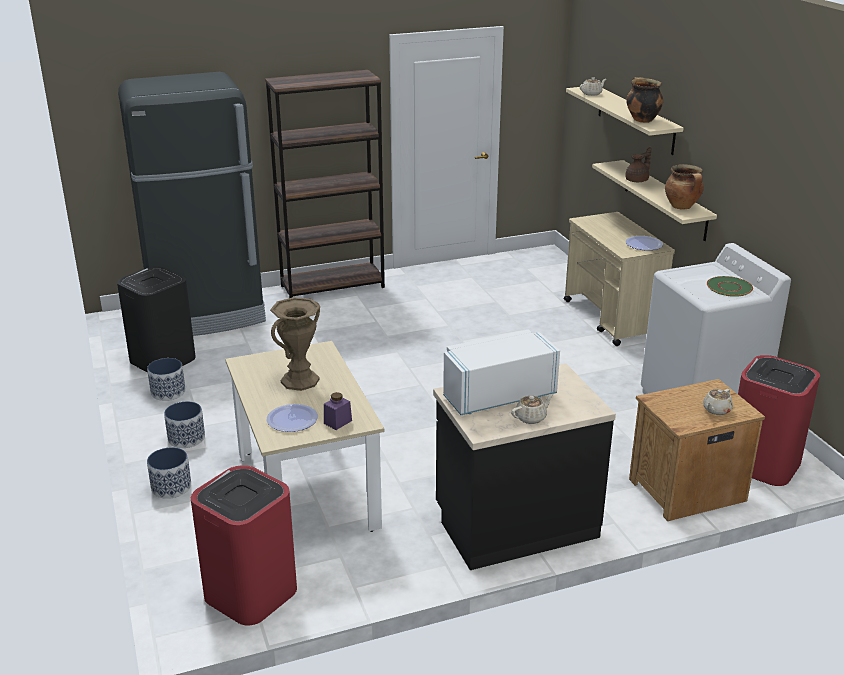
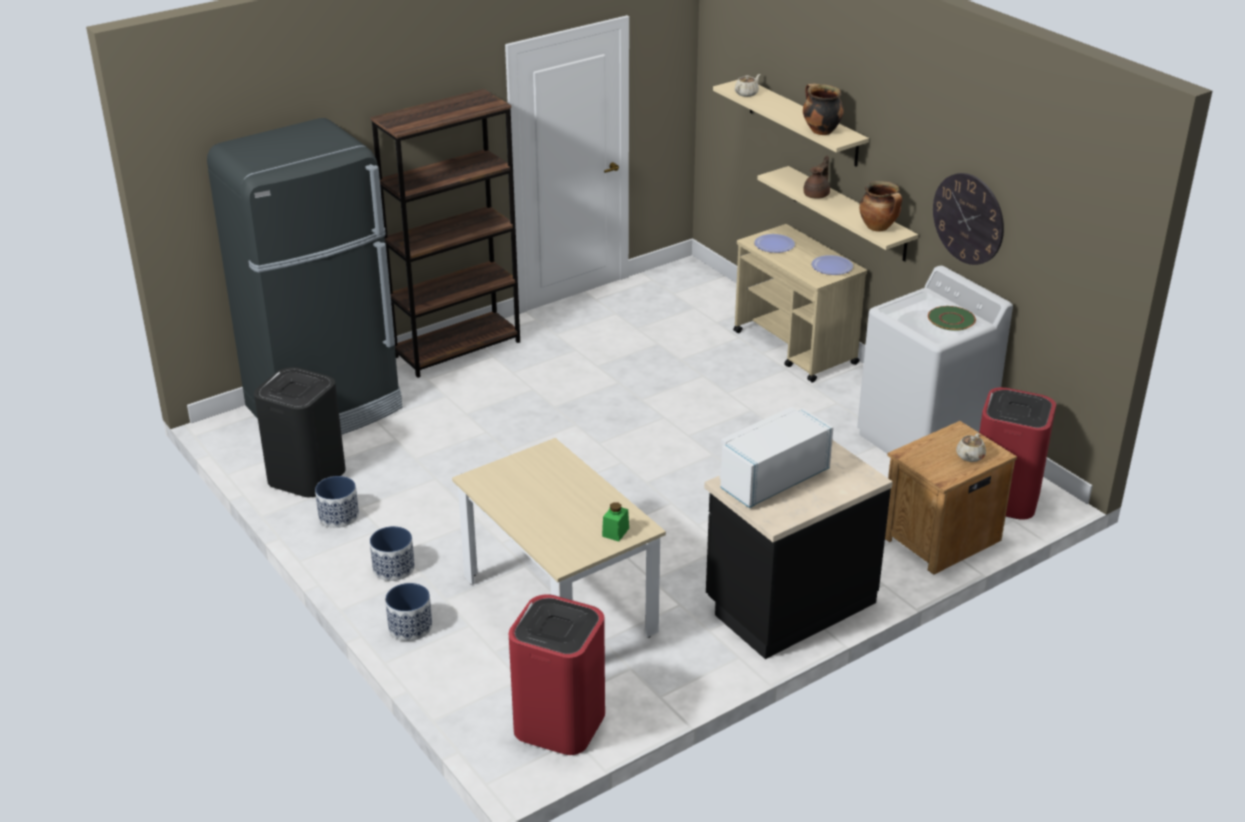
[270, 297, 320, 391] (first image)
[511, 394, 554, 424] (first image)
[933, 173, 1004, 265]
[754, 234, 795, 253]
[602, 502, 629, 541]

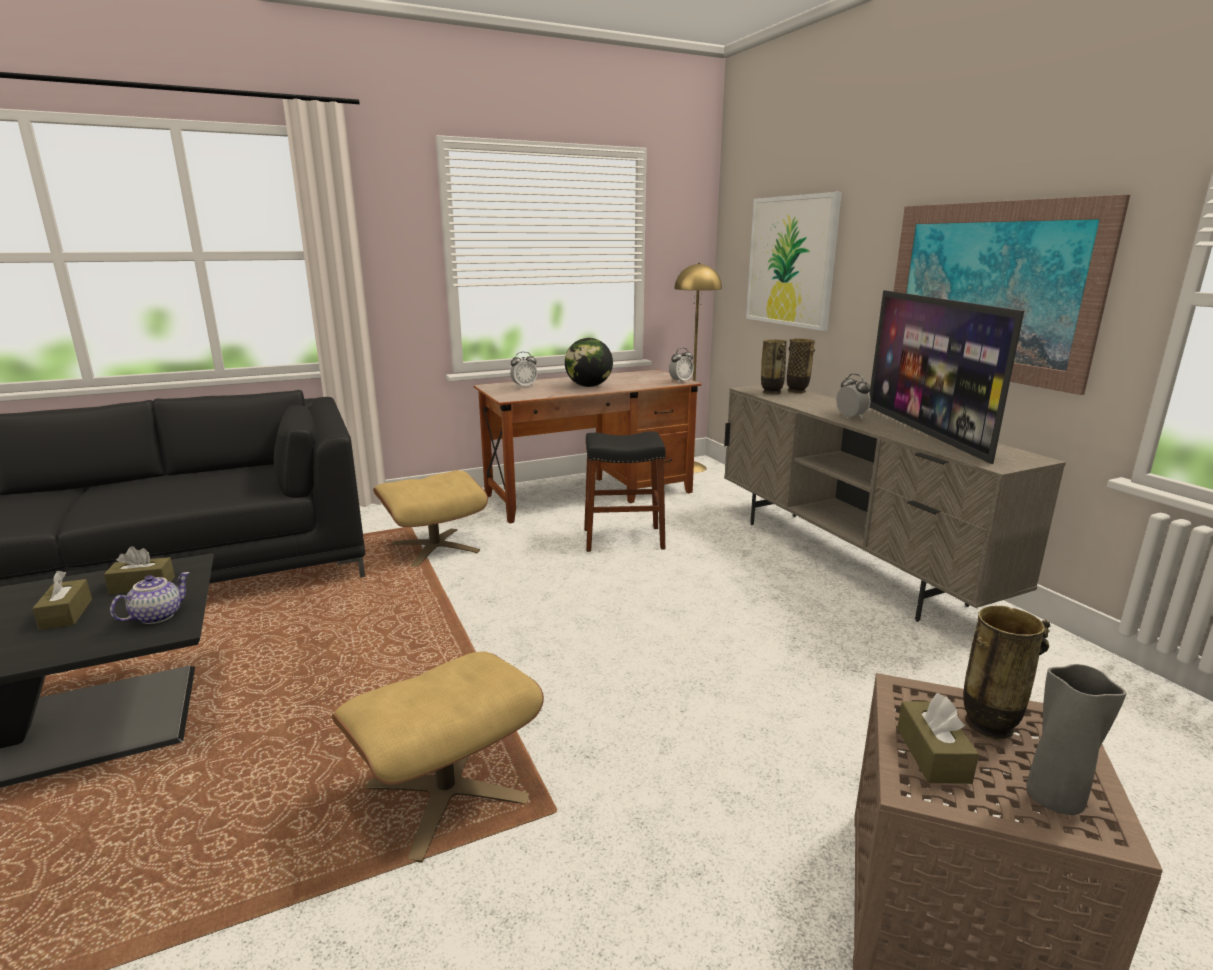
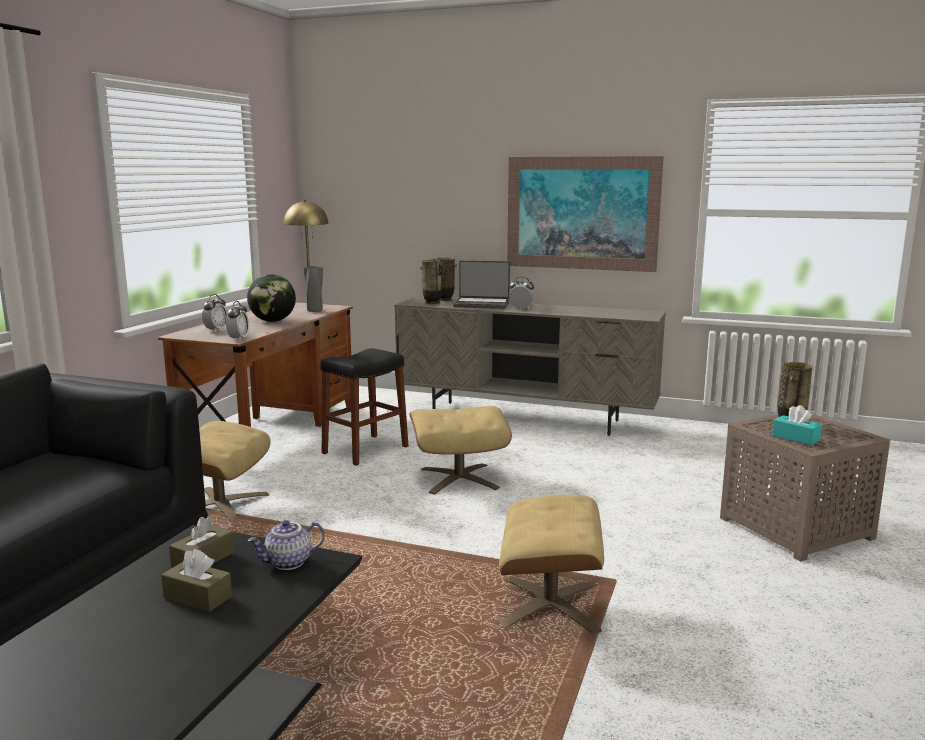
[746, 192, 842, 331] (first image)
[869, 290, 1024, 464] (first image)
[410, 406, 512, 495]
[453, 260, 510, 309]
[226, 301, 249, 341]
[303, 266, 323, 312]
[772, 405, 822, 445]
[248, 520, 325, 570]

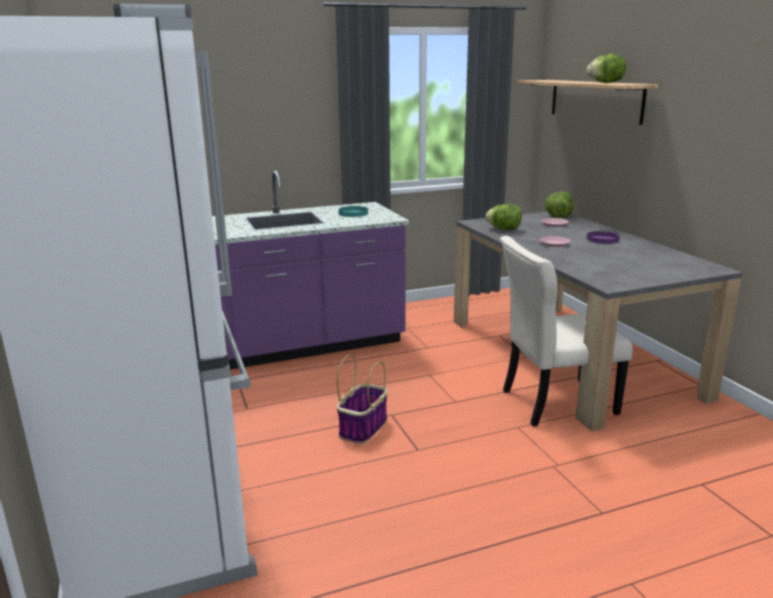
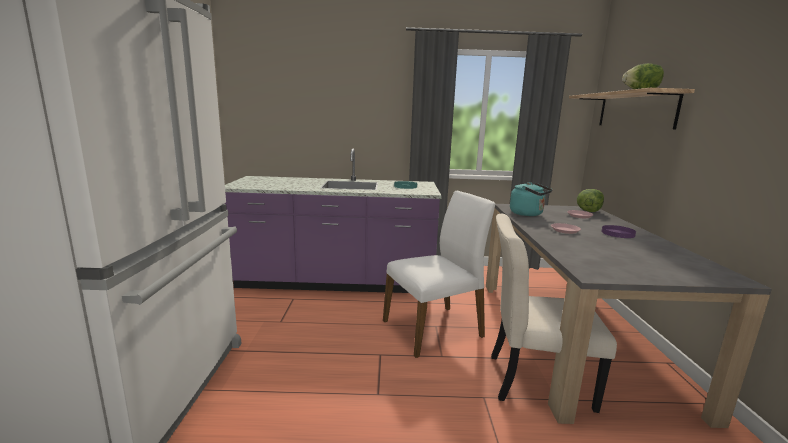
[337, 354, 388, 444] (first image)
[383, 191, 495, 358]
[510, 182, 552, 216]

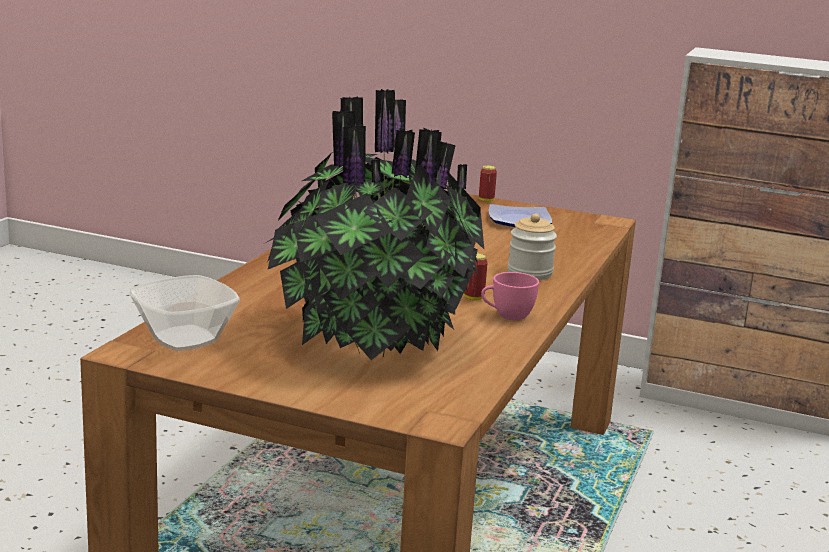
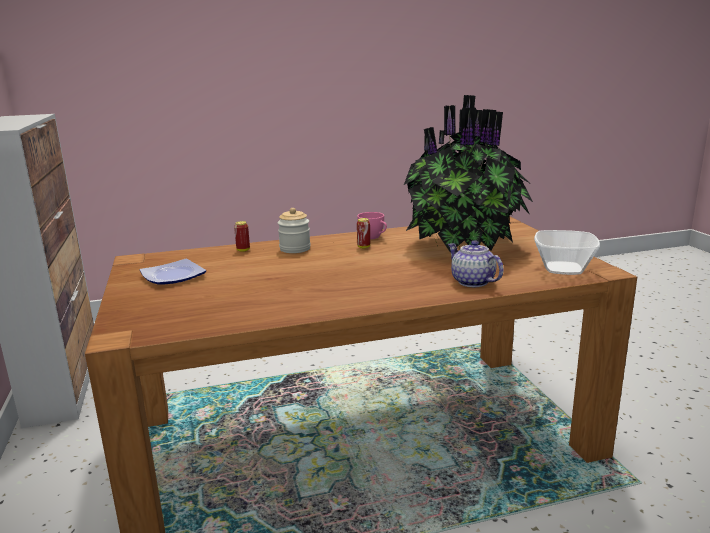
[448, 240, 504, 287]
[234, 221, 250, 252]

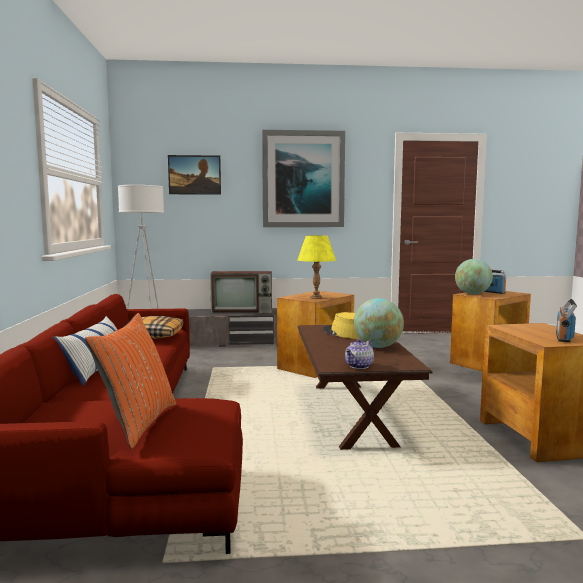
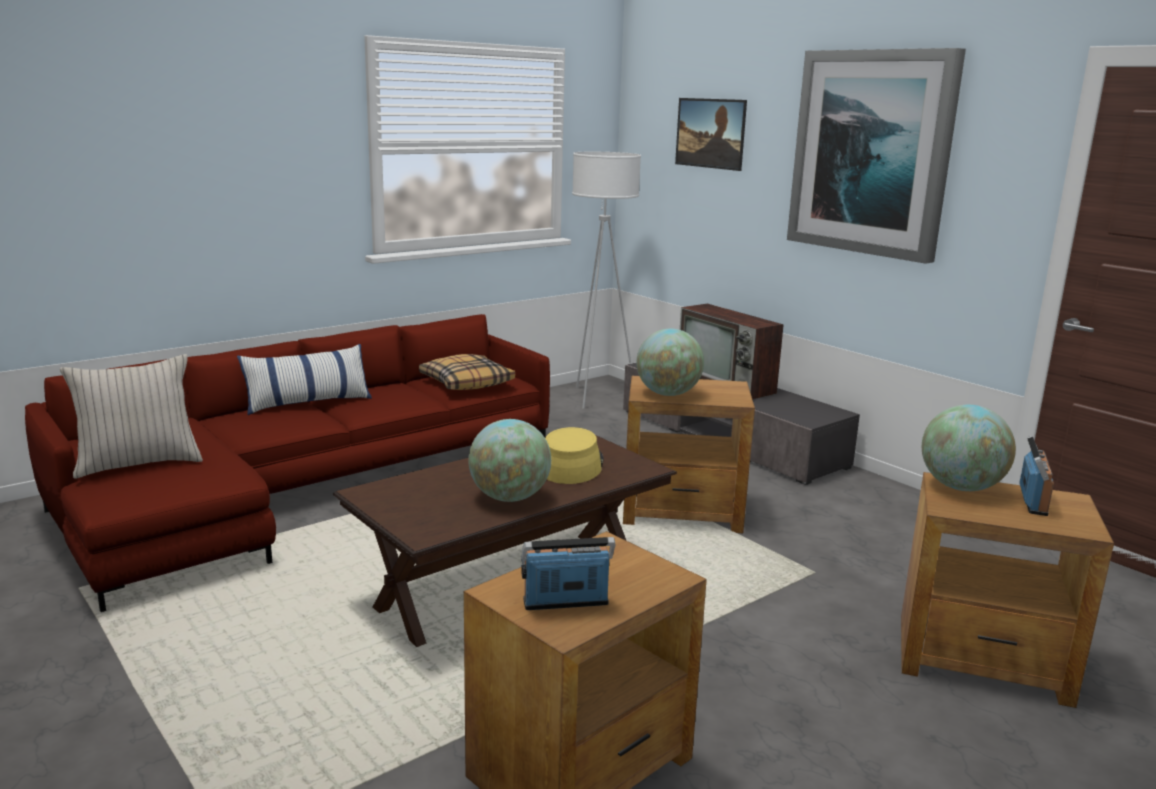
[345, 339, 374, 369] (first image)
[636, 329, 704, 396]
[60, 354, 203, 479]

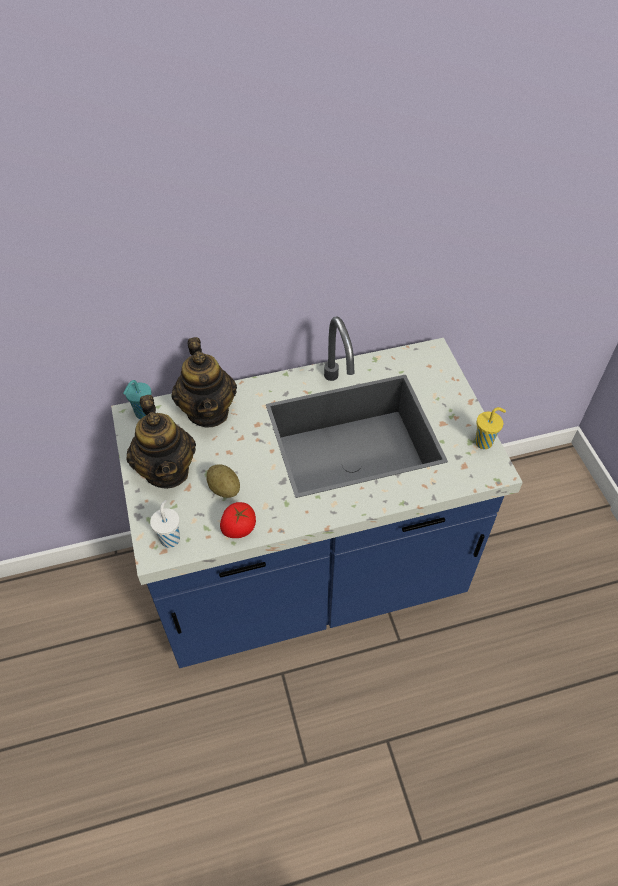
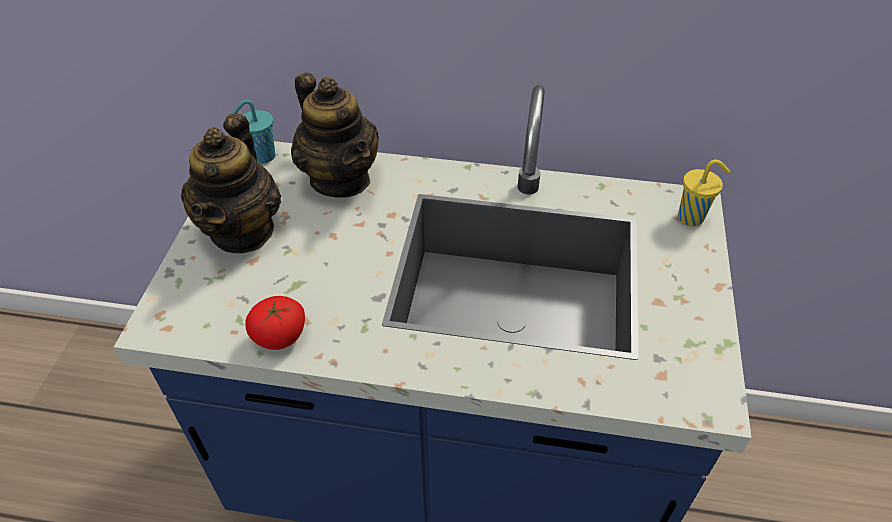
[150, 500, 180, 548] (first image)
[206, 464, 240, 498] (first image)
[678, 160, 731, 226]
[291, 73, 379, 198]

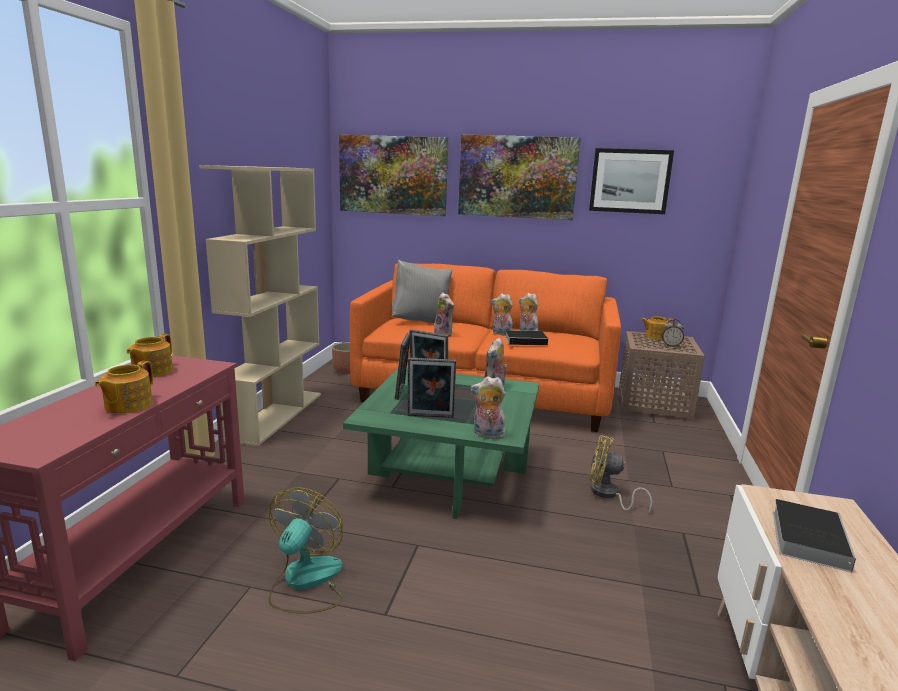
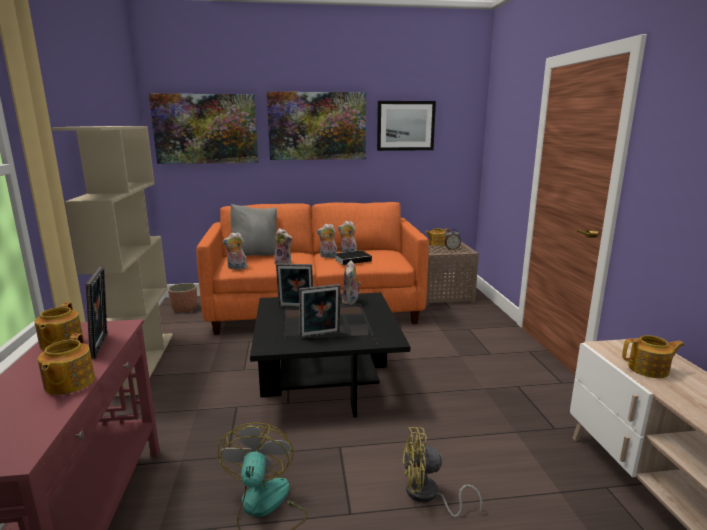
[85, 267, 107, 359]
[222, 232, 247, 270]
[402, 427, 482, 517]
[622, 335, 685, 378]
[250, 293, 410, 417]

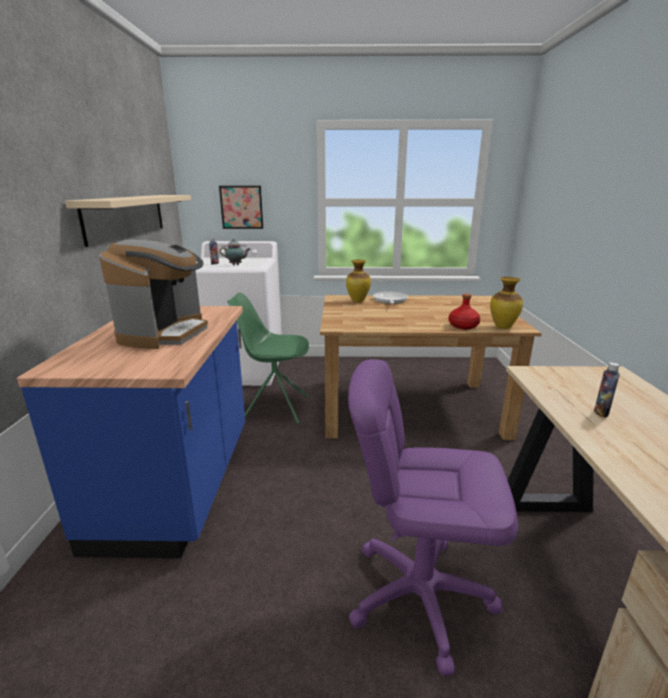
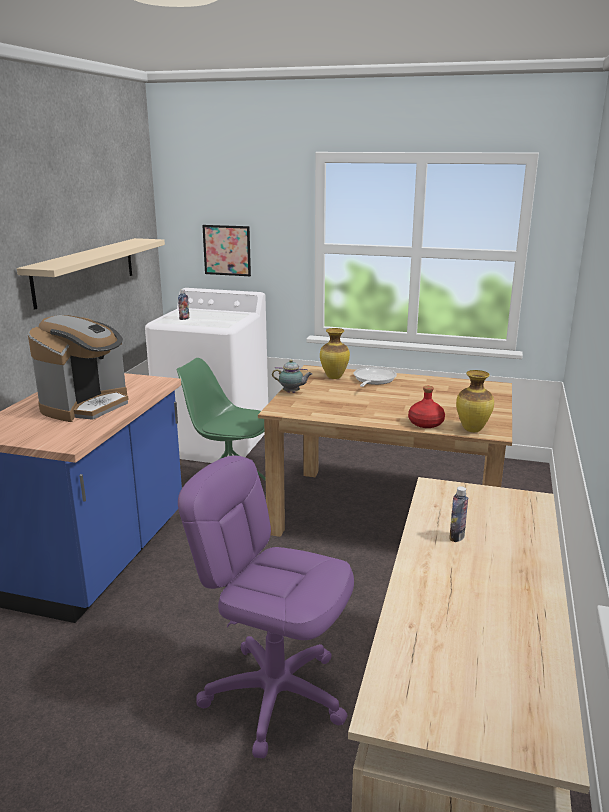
[272, 359, 312, 393]

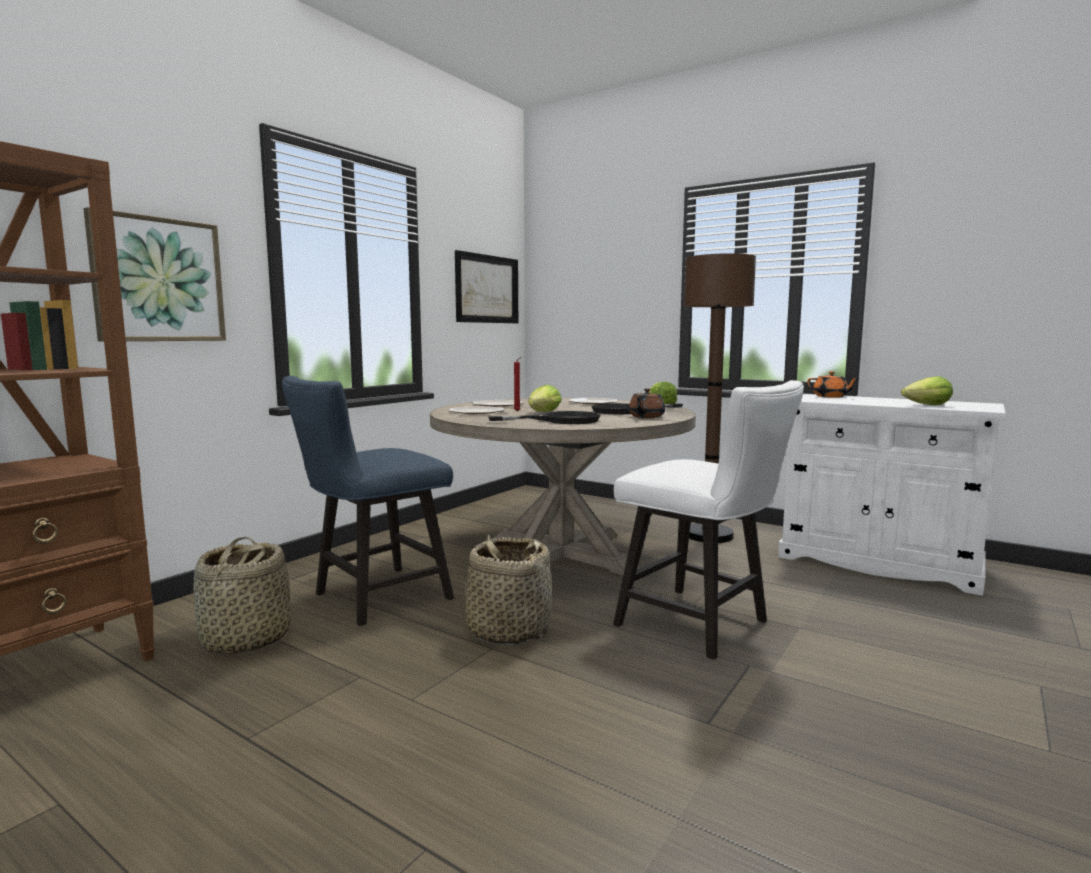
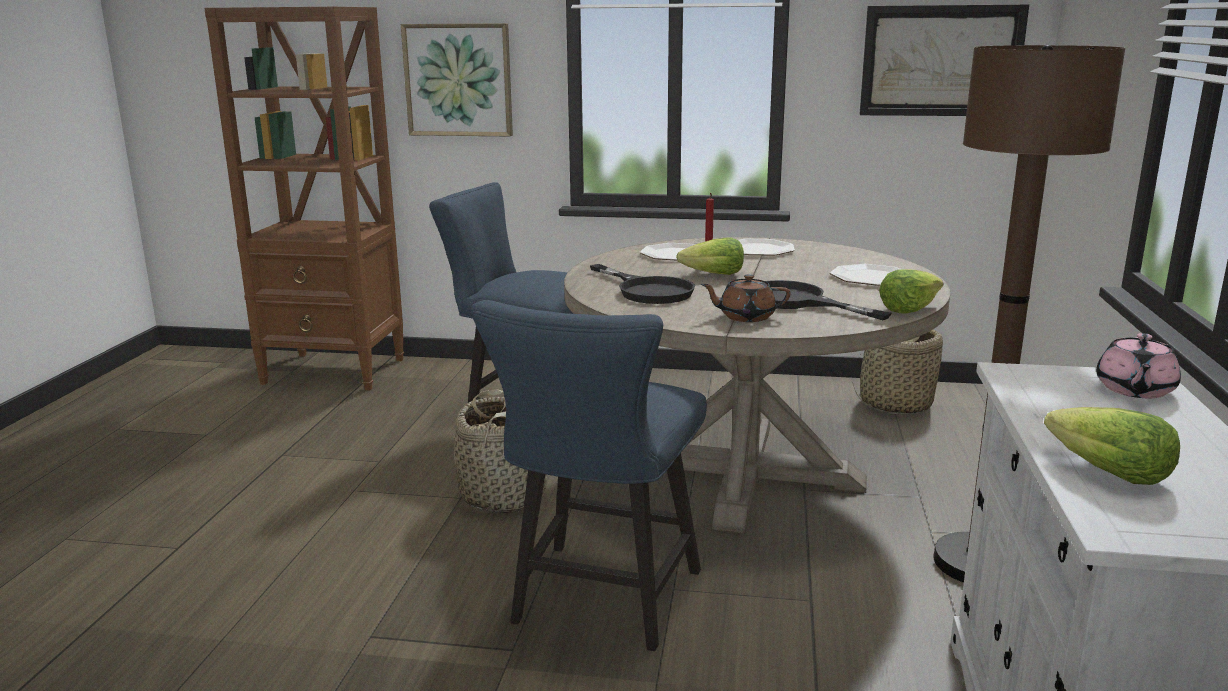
[852, 330, 943, 414]
[471, 300, 707, 651]
[1096, 333, 1181, 398]

